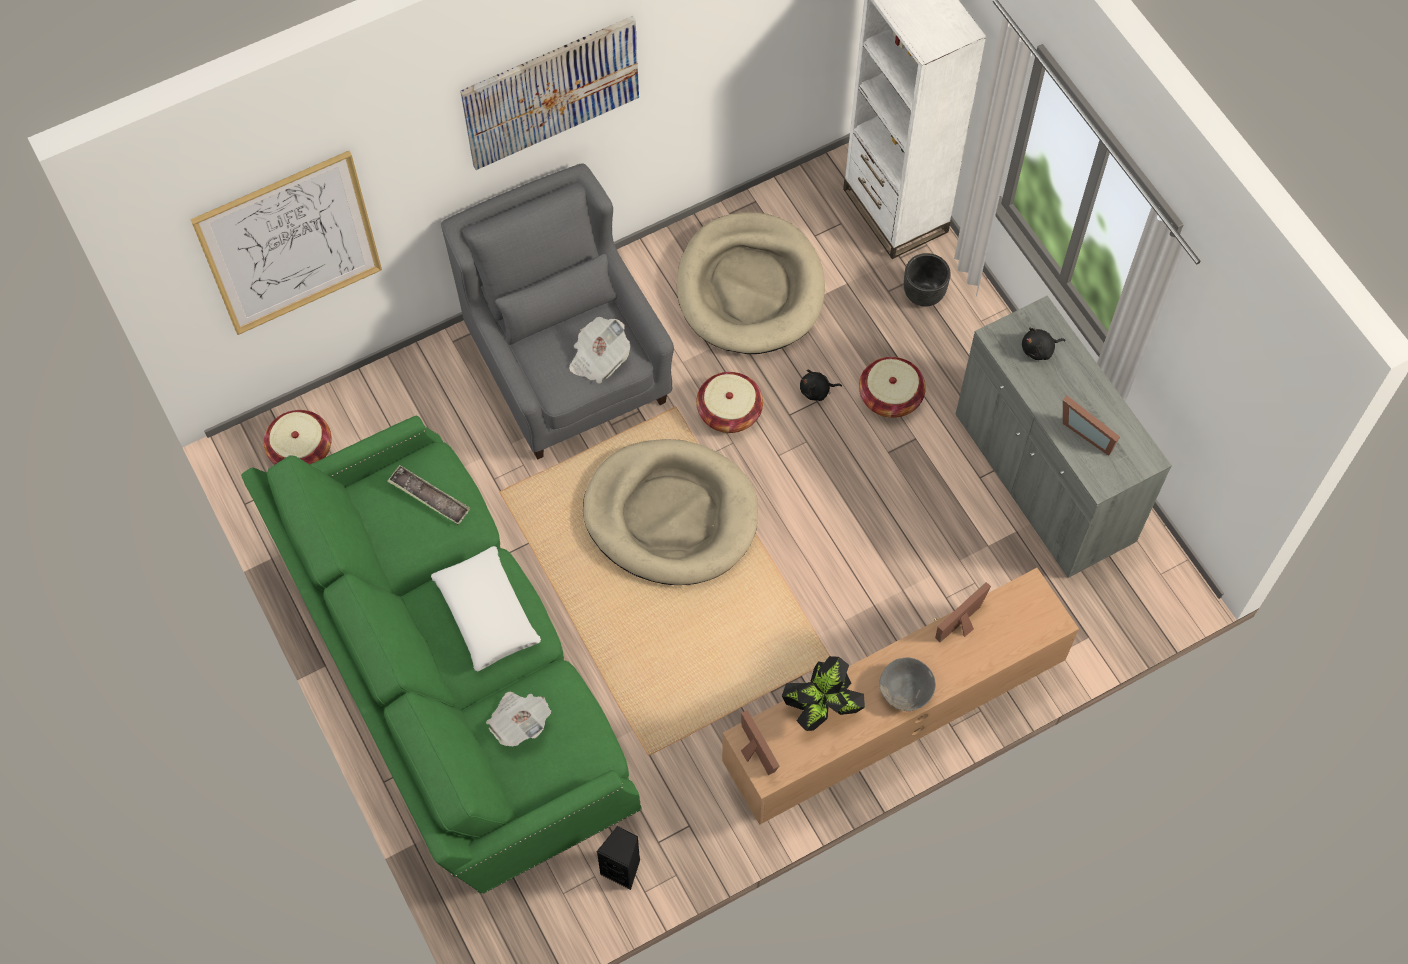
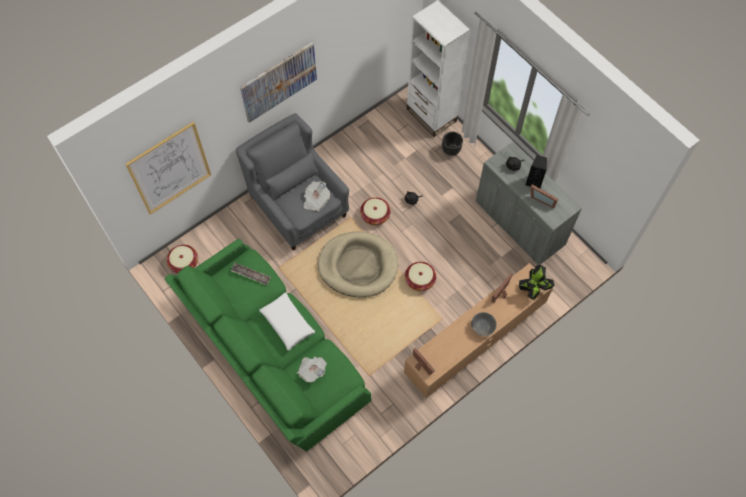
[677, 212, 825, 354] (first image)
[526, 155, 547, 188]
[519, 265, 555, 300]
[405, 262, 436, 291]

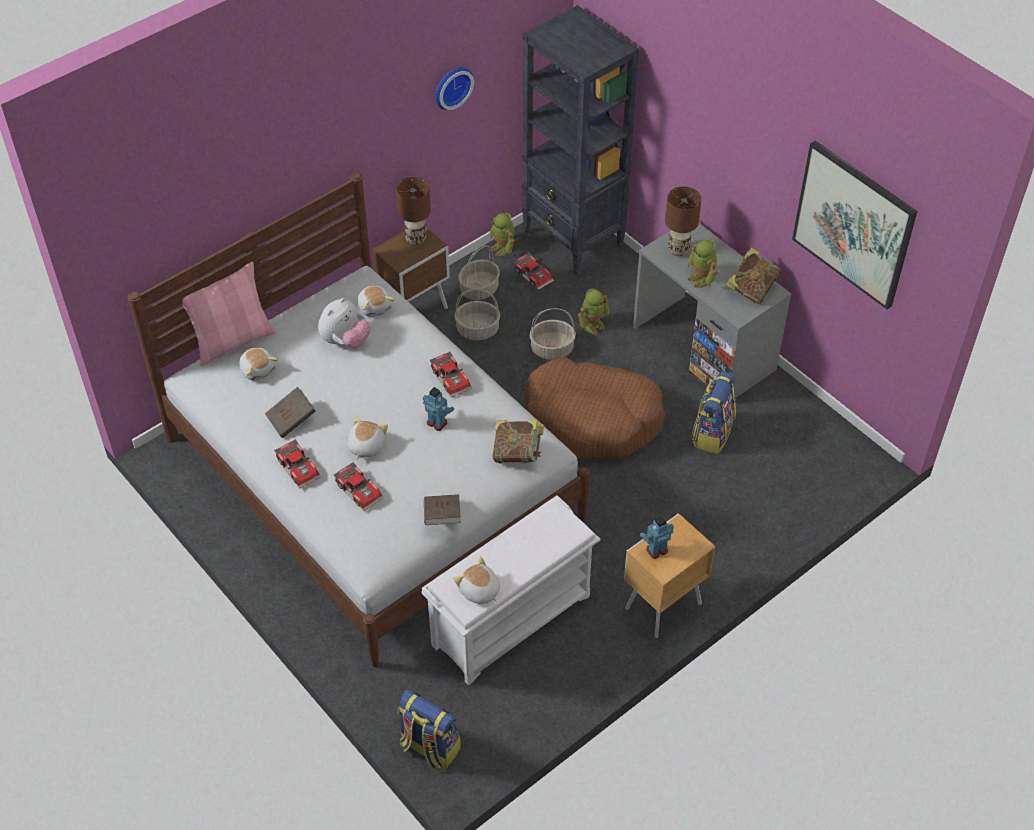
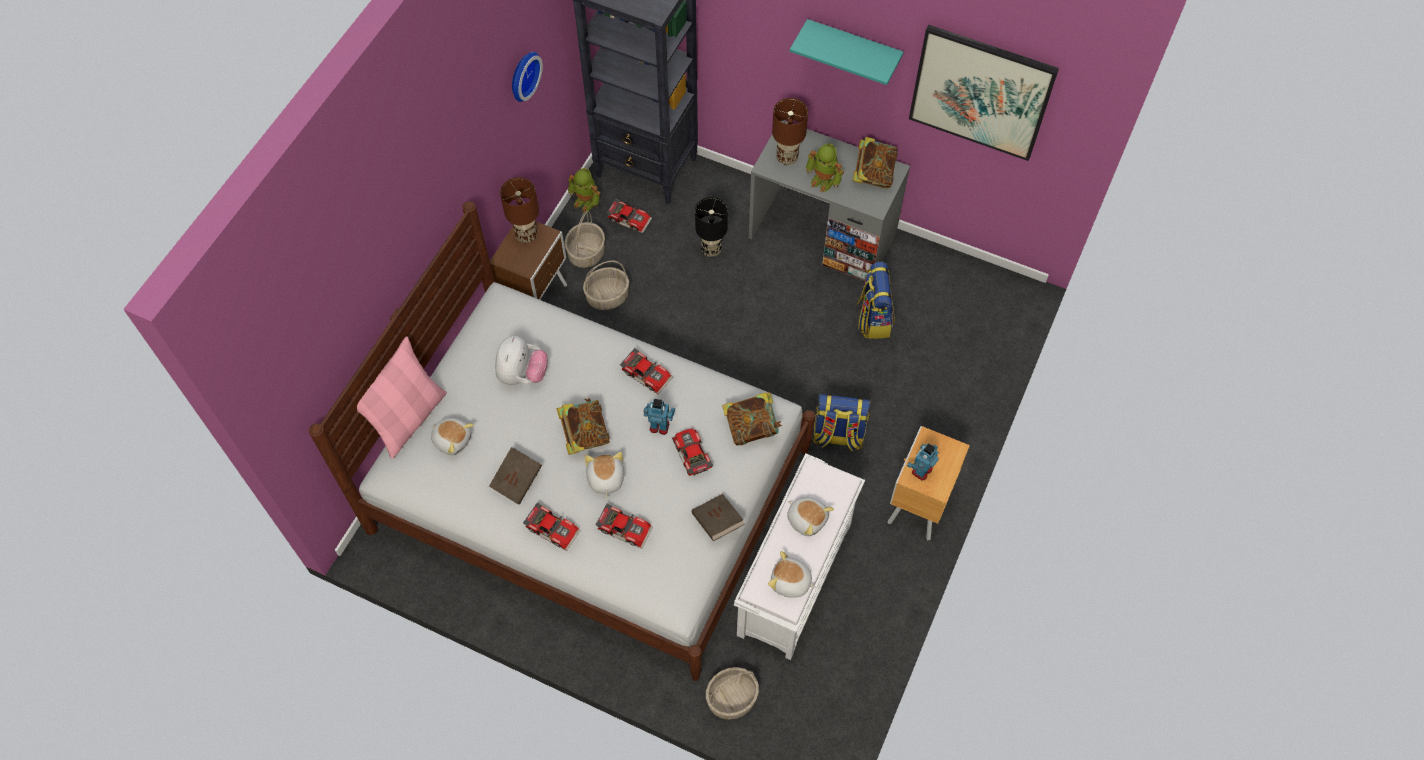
[525, 357, 665, 459] (first image)
[557, 398, 610, 455]
[672, 429, 713, 476]
[790, 19, 904, 85]
[787, 497, 834, 536]
[813, 394, 871, 451]
[706, 667, 759, 720]
[695, 197, 728, 257]

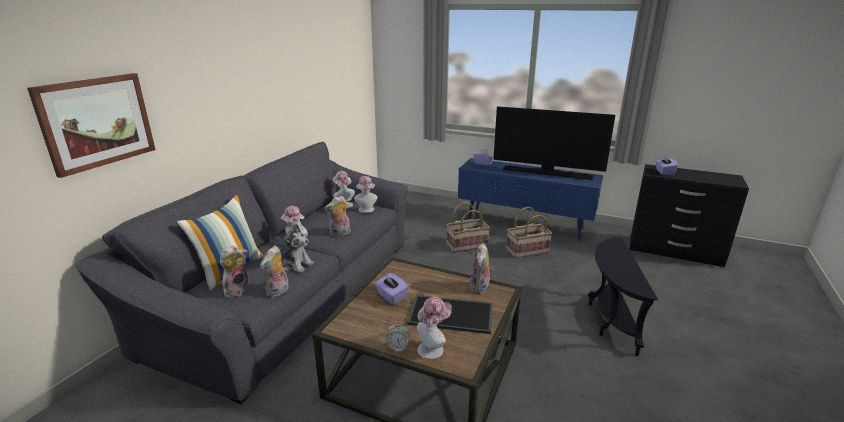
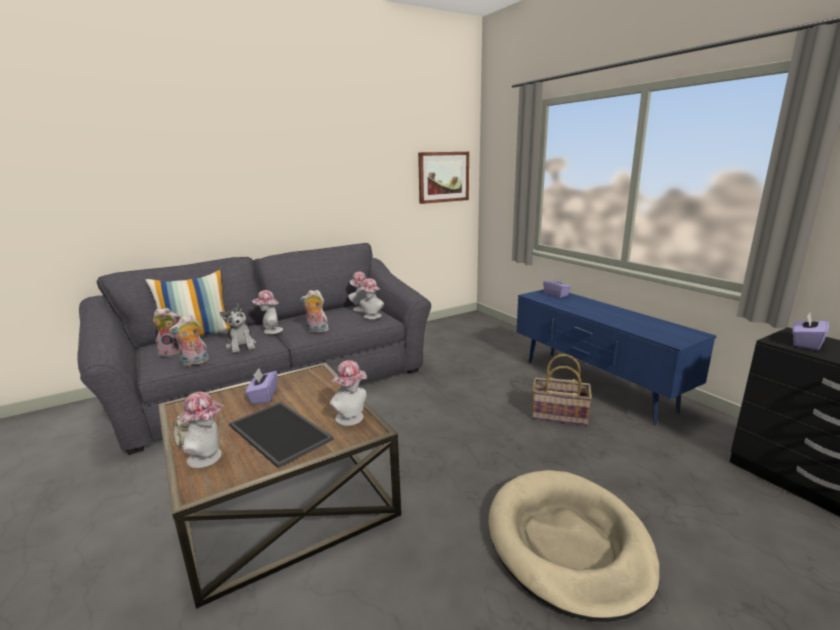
[446, 202, 490, 253] (first image)
[493, 107, 615, 180] (first image)
[418, 152, 469, 204]
[329, 360, 367, 426]
[489, 470, 660, 622]

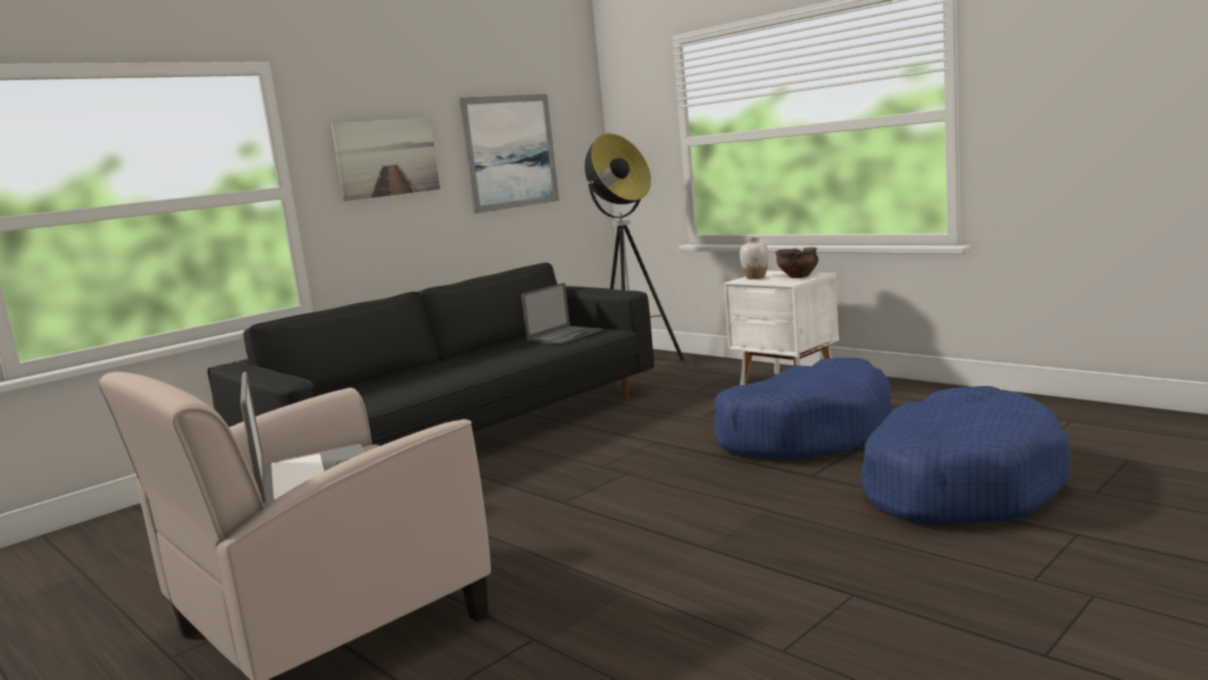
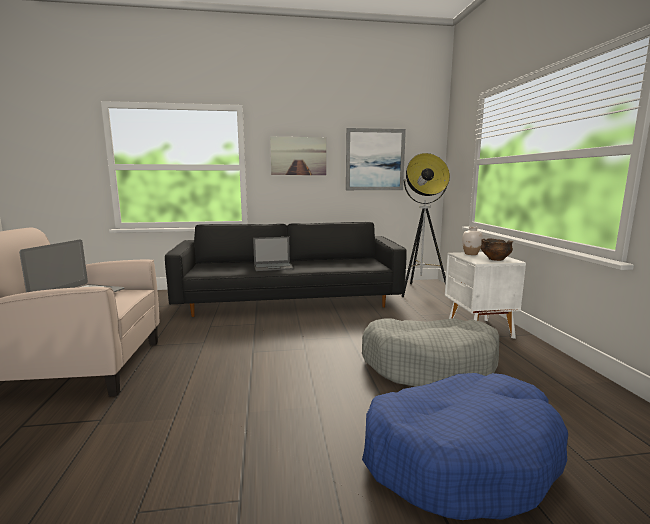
[253, 237, 294, 271]
[362, 318, 499, 387]

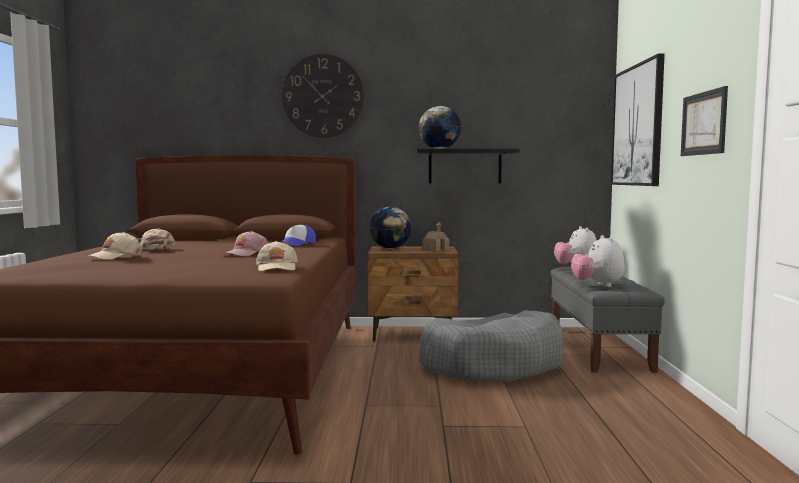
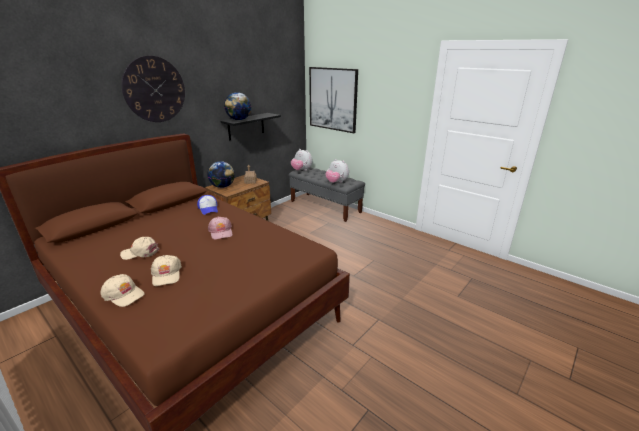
[418, 310, 563, 382] (first image)
[681, 86, 728, 156] (first image)
[100, 274, 145, 307]

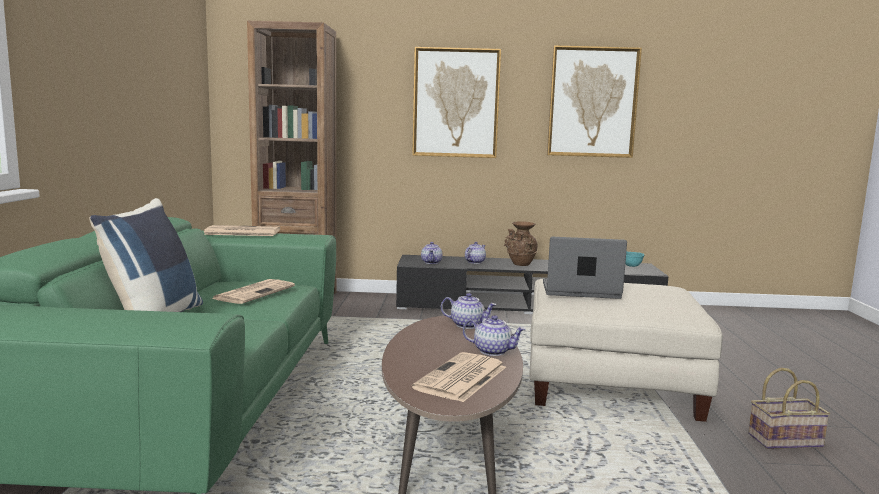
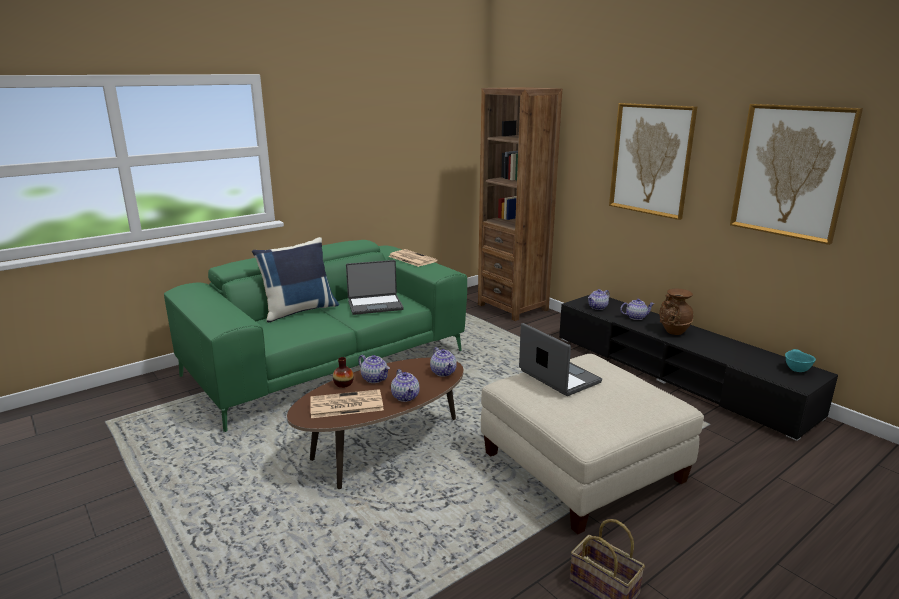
[333, 357, 354, 388]
[358, 355, 390, 383]
[346, 260, 404, 315]

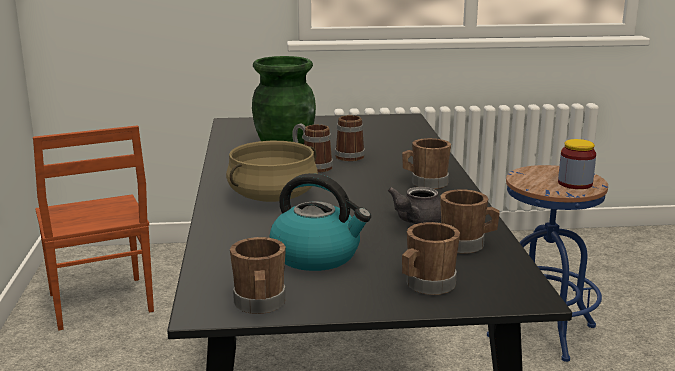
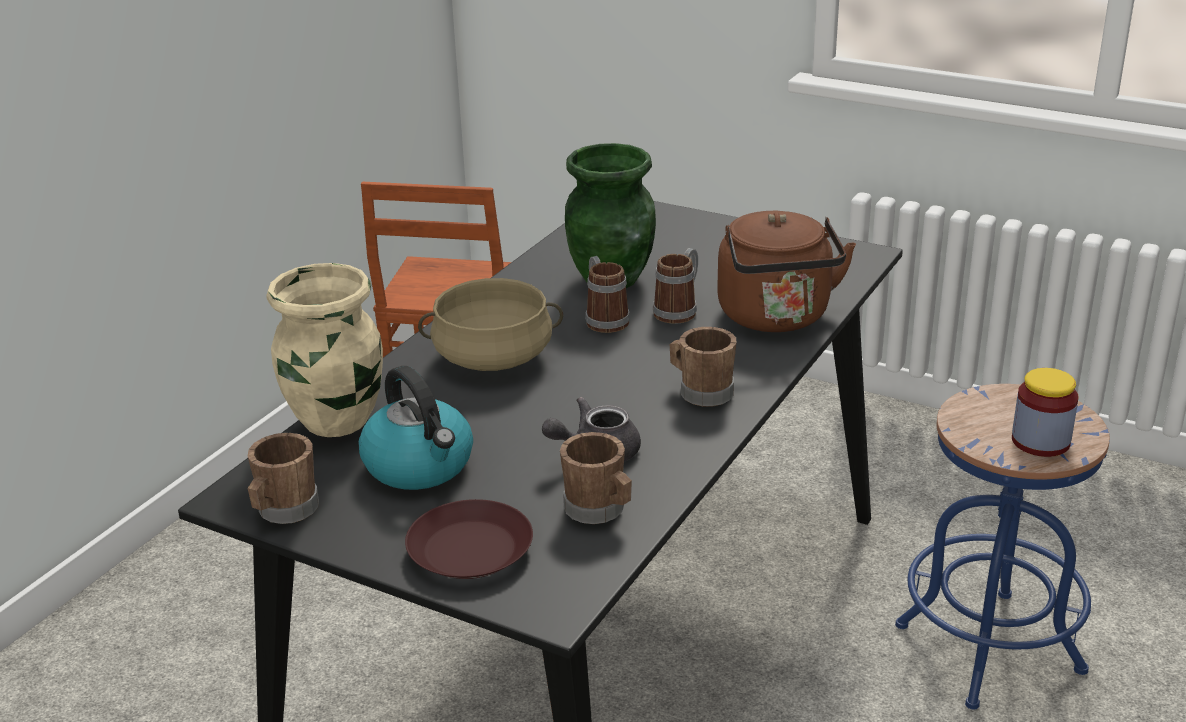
[266, 263, 383, 437]
[717, 211, 856, 332]
[405, 499, 533, 579]

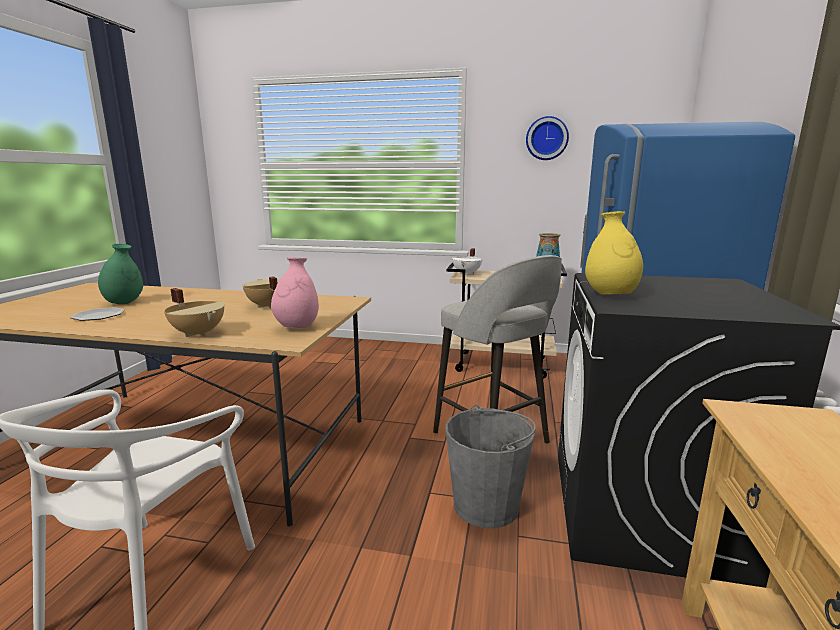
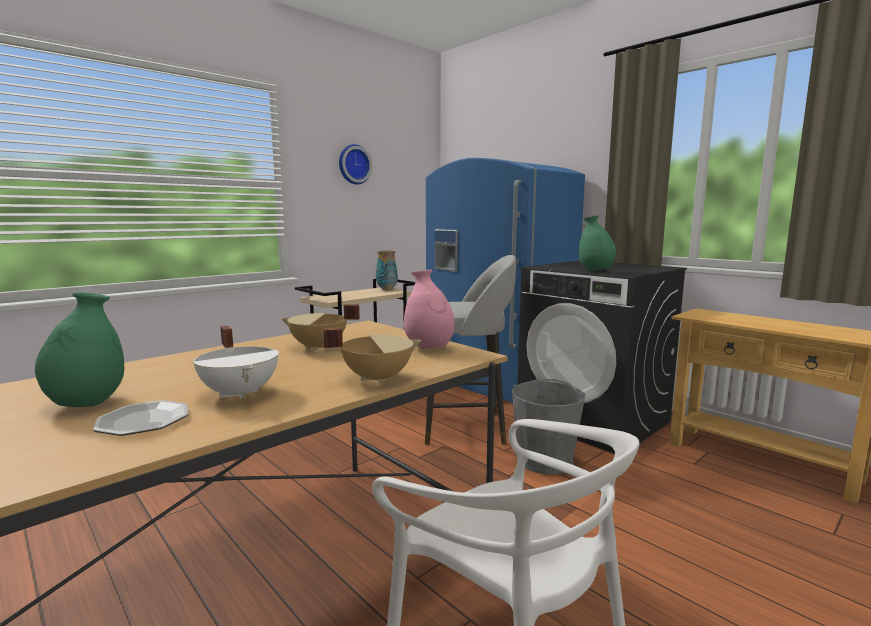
[193, 326, 279, 400]
[579, 215, 616, 272]

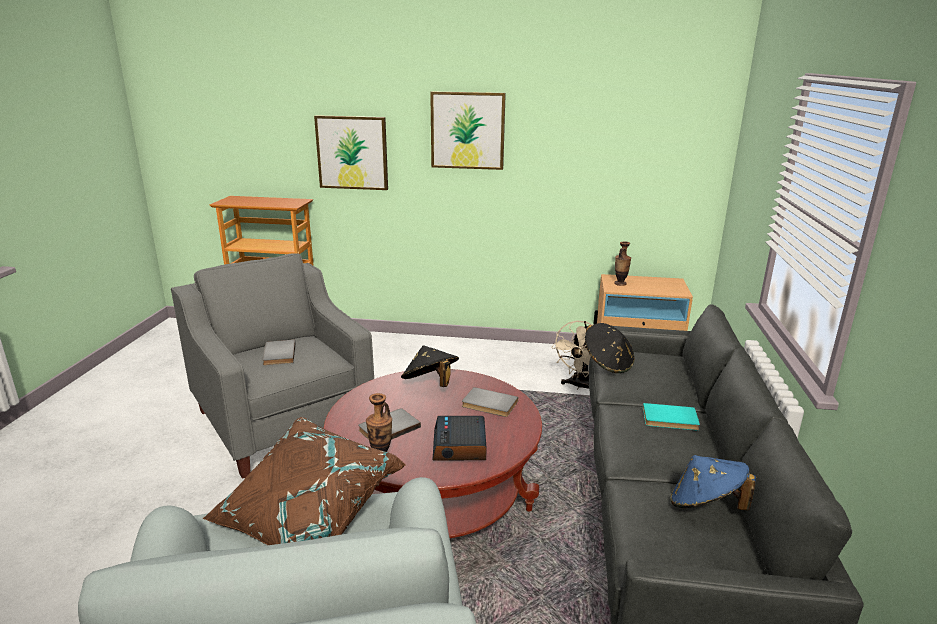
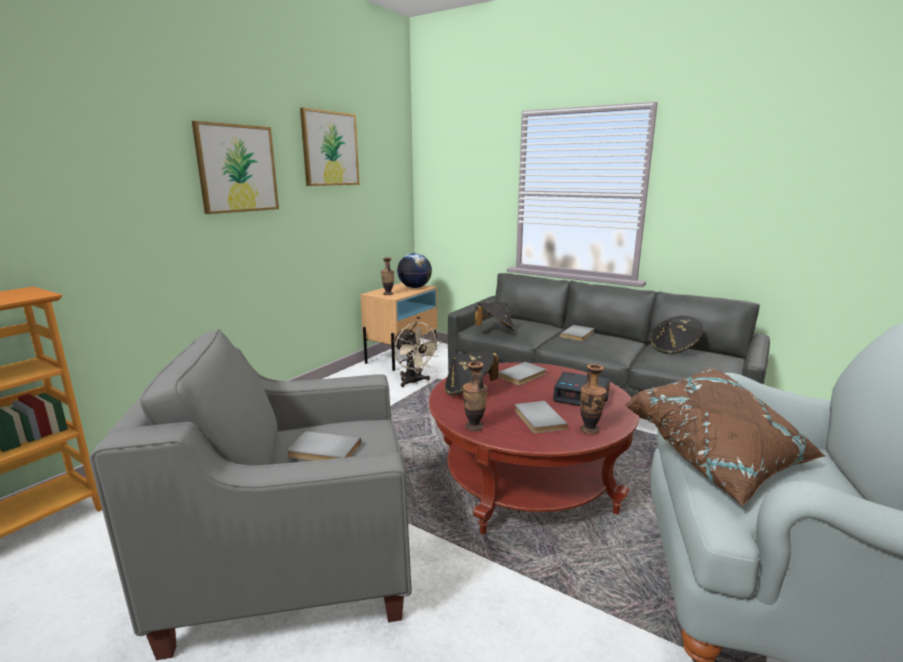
[397, 253, 432, 288]
[463, 361, 488, 432]
[300, 108, 360, 186]
[560, 325, 594, 341]
[650, 316, 703, 354]

